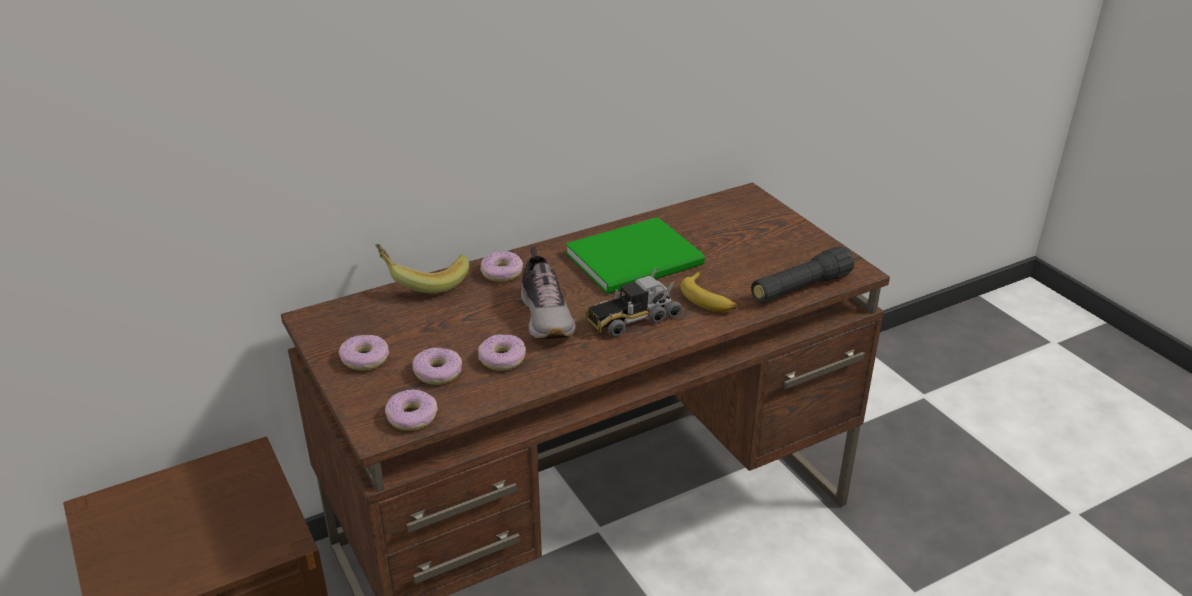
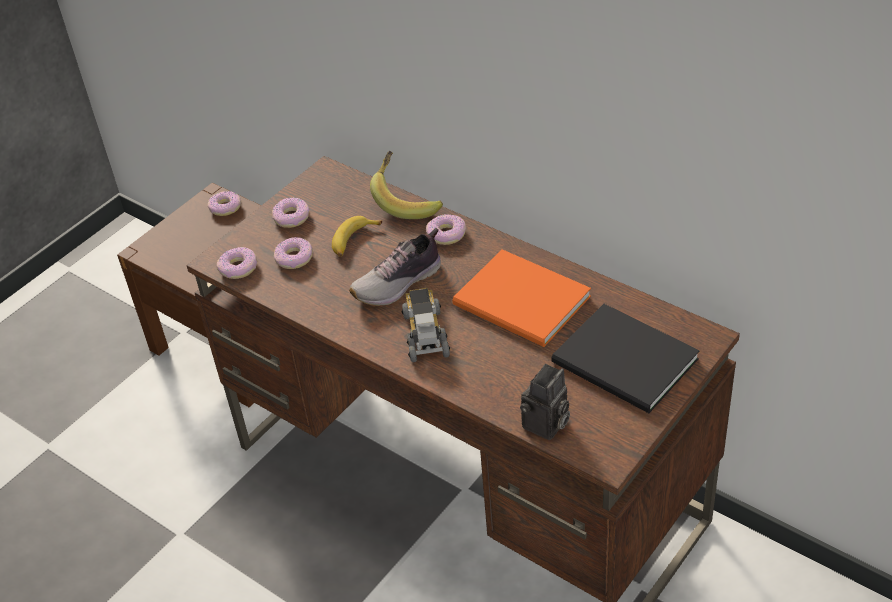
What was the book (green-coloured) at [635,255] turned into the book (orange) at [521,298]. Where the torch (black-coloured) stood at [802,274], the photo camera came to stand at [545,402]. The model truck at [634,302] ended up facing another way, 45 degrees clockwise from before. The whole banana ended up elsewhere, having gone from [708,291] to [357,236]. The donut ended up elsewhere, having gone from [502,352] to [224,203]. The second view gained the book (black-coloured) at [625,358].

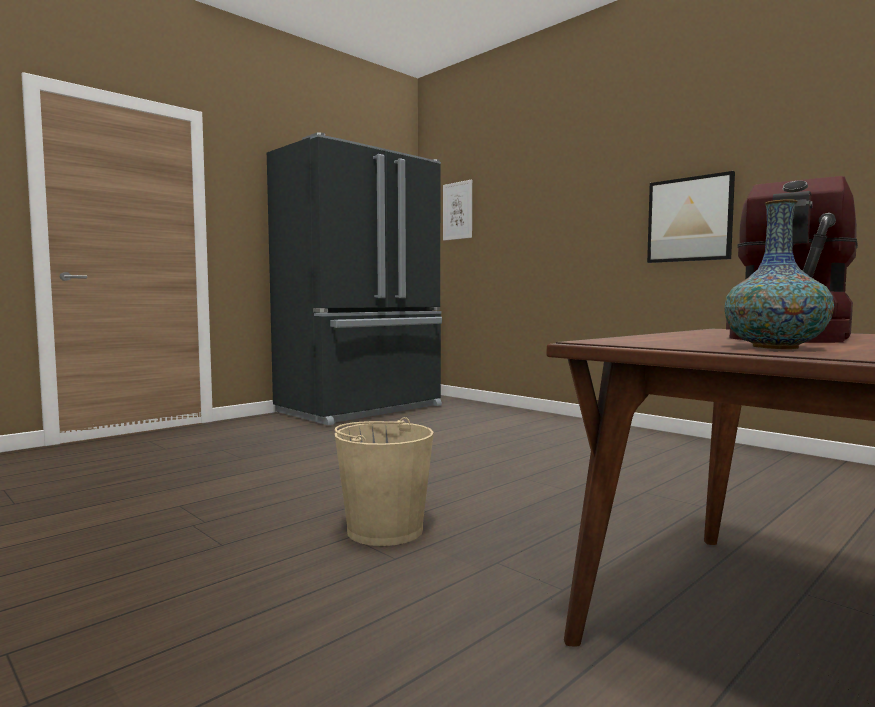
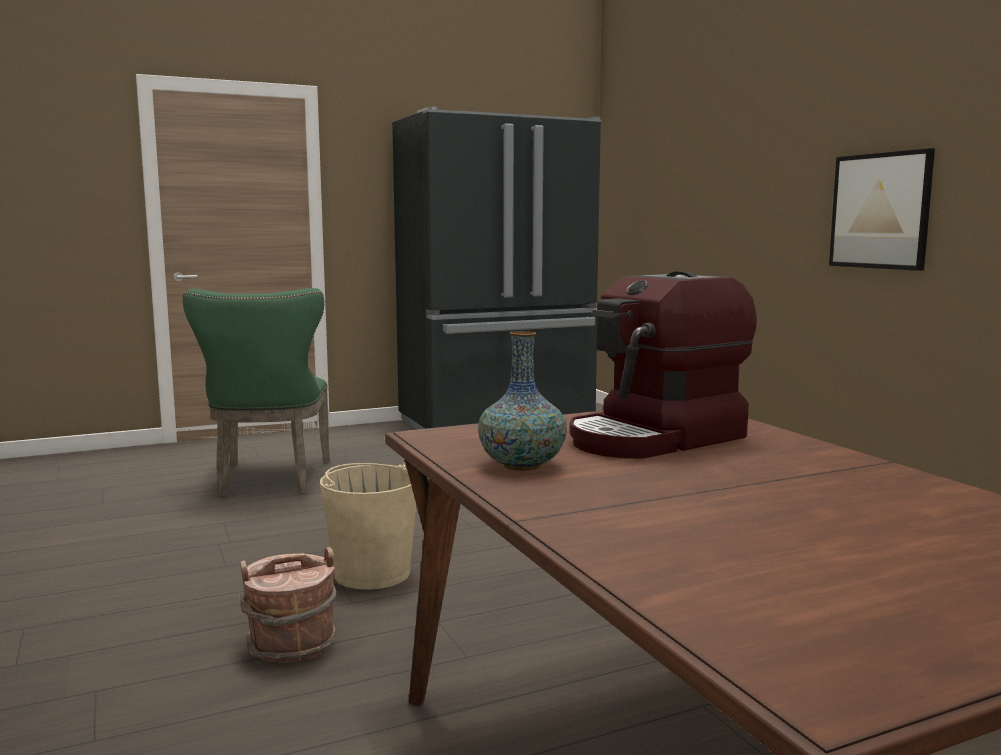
The second view lost the wall art at [457,210]. The second view gained the upright chair (green-coloured) at [256,392]. The second view gained the water bucket (brown-coloured) at [288,605].

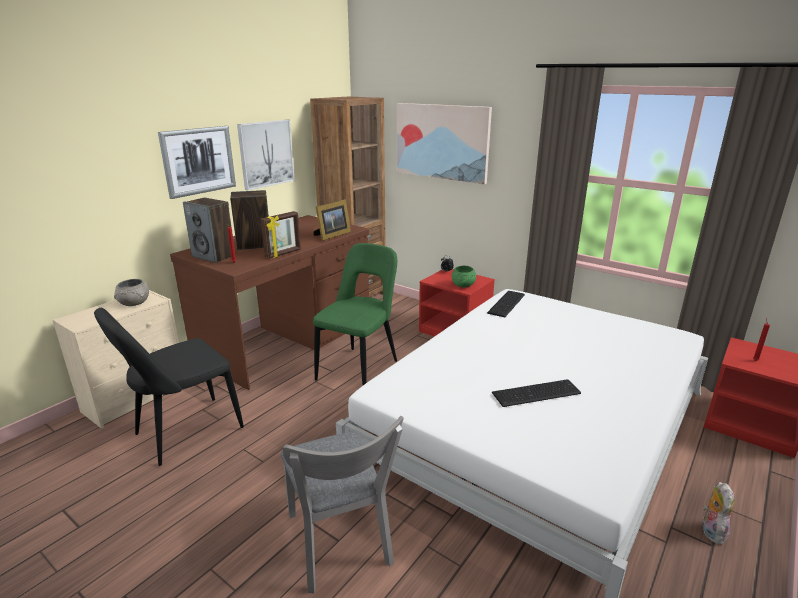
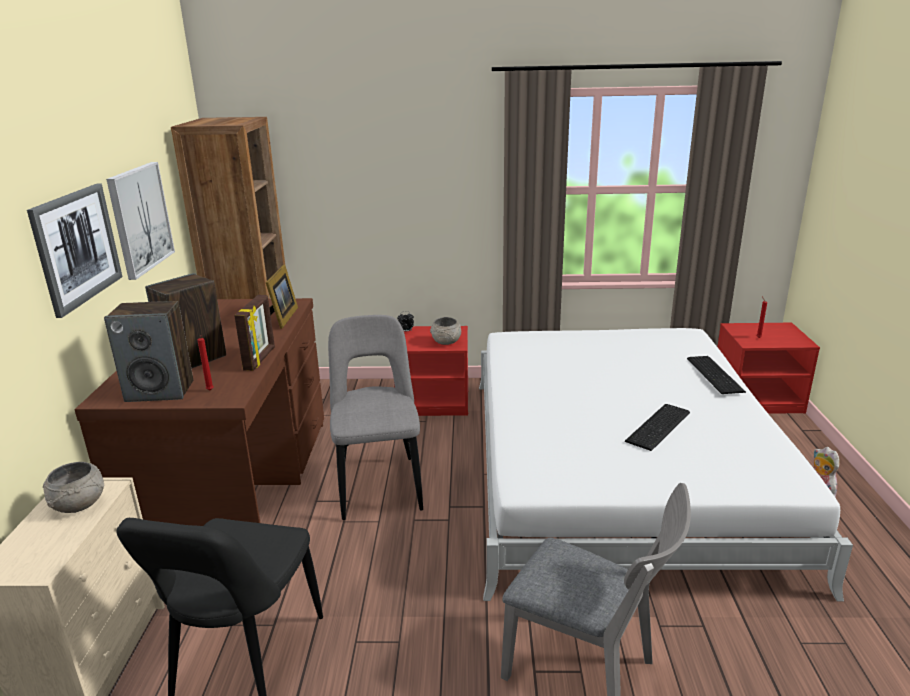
The second view lost the wall art at [444,144]. What was the upright chair (green-coloured) at [355,314] turned into the upright chair (gray) at [375,417]. What was the deep dish (green-coloured) at [464,276] turned into the deep dish (gray) at [445,331]. The PC keyboard ended up elsewhere, having gone from [506,304] to [716,375].

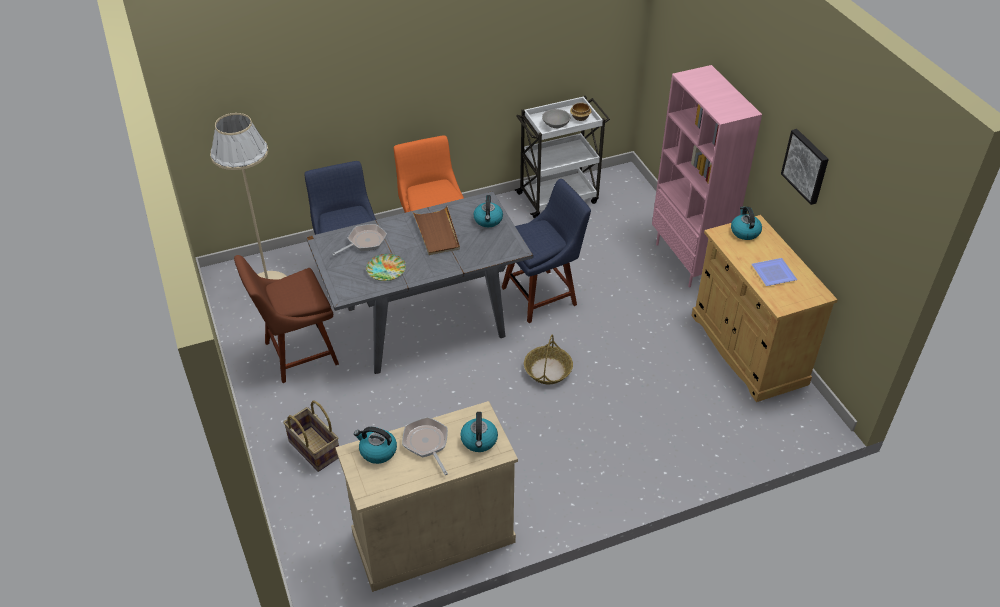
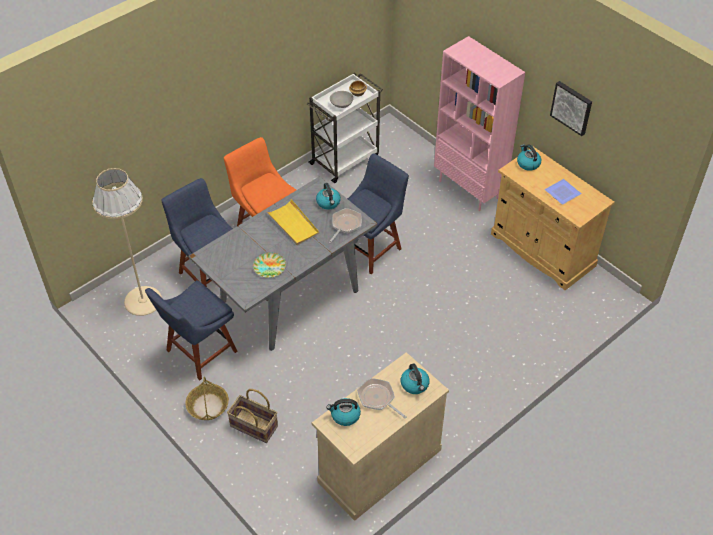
What was the serving tray (brown-coloured) at [436,230] turned into the serving tray (yellowish) at [292,222]. The frying pan ended up elsewhere, having gone from [359,240] to [345,225]. What was the upright chair (brown-coloured) at [286,319] turned into the upright chair (blue-coloured) at [191,330]. The storage basket ended up elsewhere, having gone from [548,359] to [207,398].

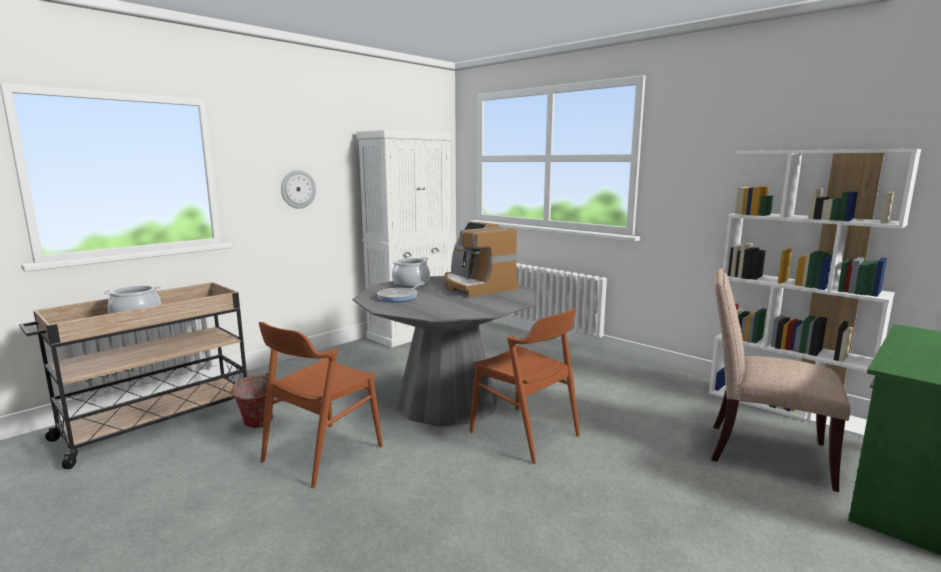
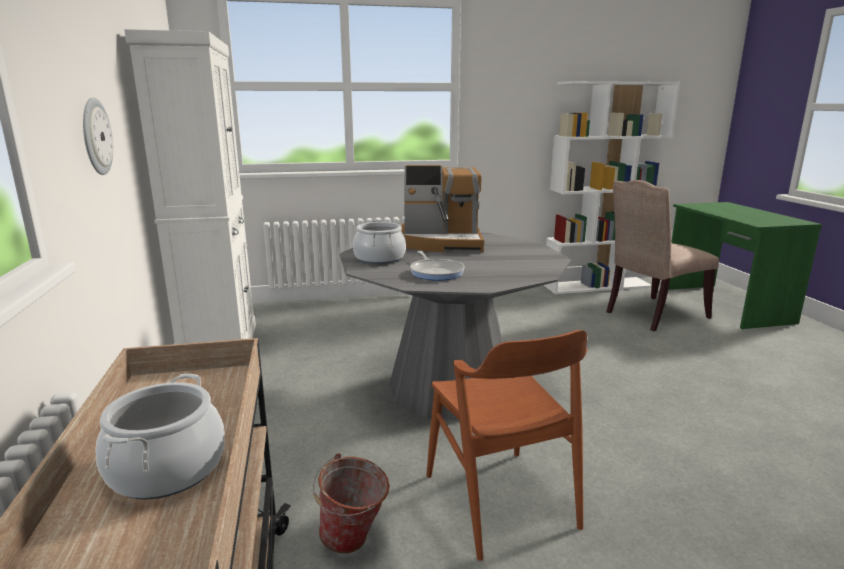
The second view lost the upright chair (brown-coloured) at [525,386].

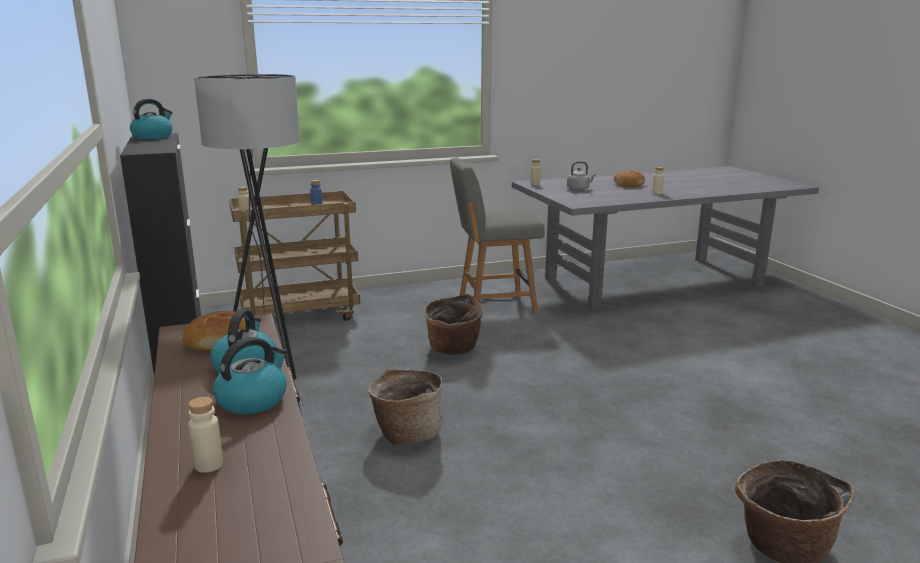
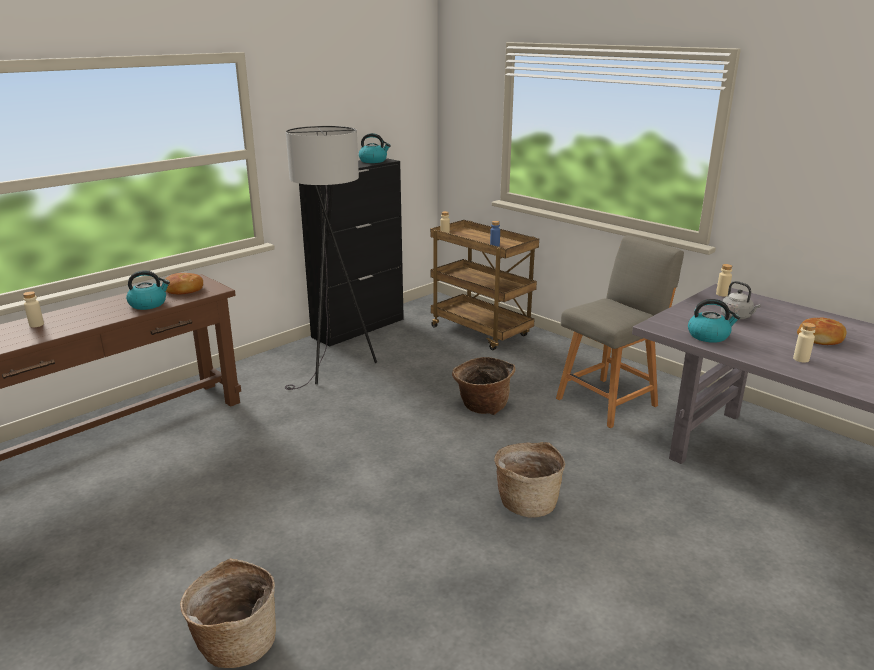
The upright chair (gray) at [497,236] ended up facing another way, 90 degrees clockwise from before. The water kettle ended up elsewhere, having gone from [250,375] to [714,321]. The storage basket ended up elsewhere, having gone from [405,407] to [529,480].

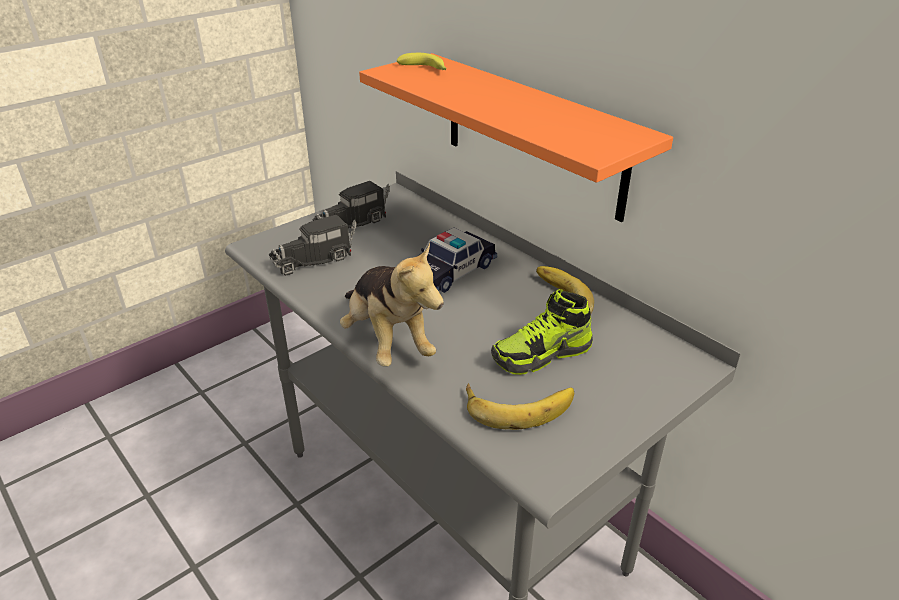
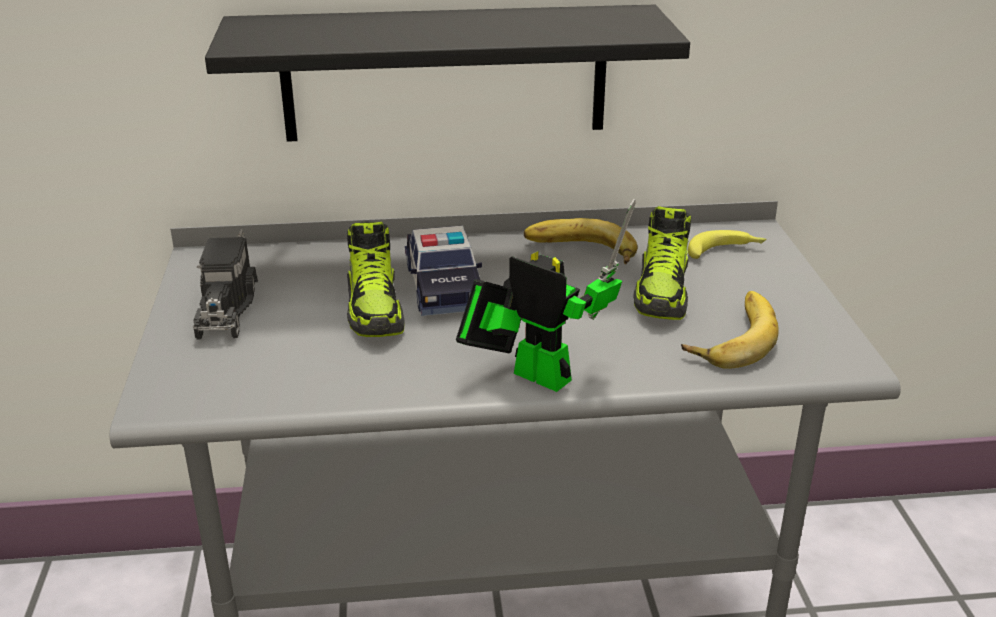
What was the bracket shelf (orange) at [516,137] turned into the bracket shelf (black-coloured) at [447,73]. The whole banana ended up elsewhere, having gone from [422,61] to [727,244]. The second view lost the model truck at [313,245]. Where the plush toy stood at [392,304], the robot figure came to stand at [546,295]. The second view gained the shoe at [375,279].

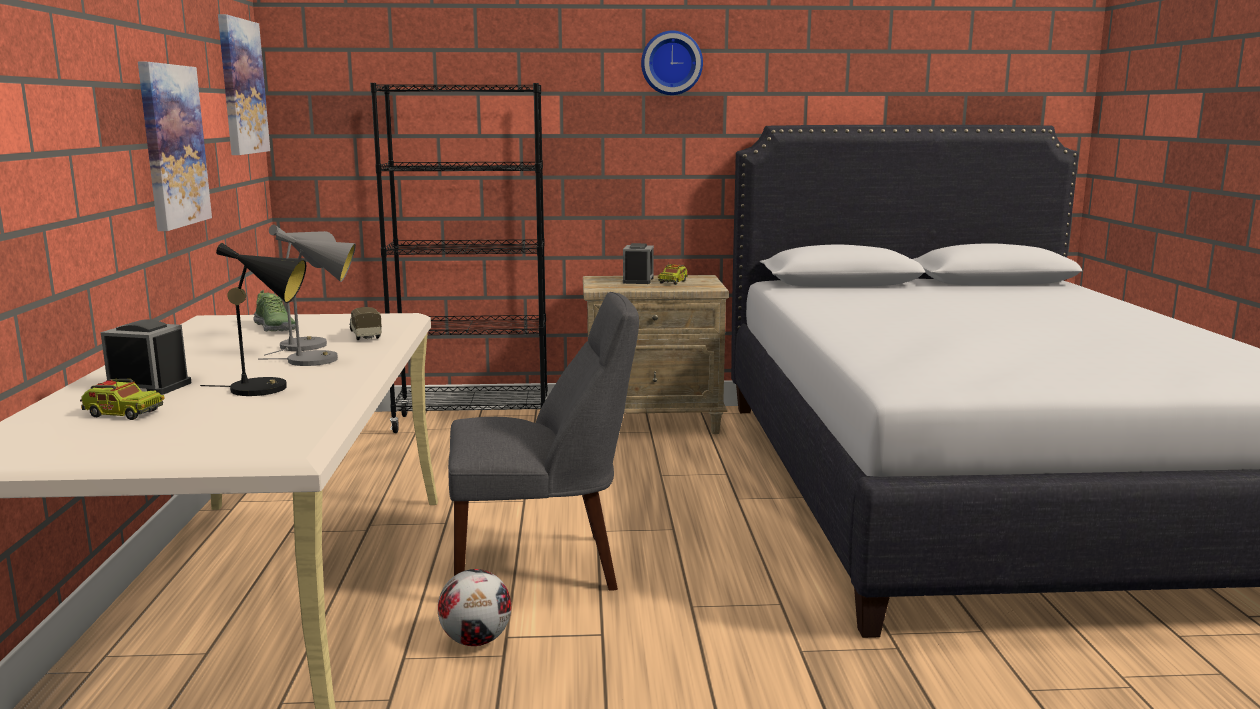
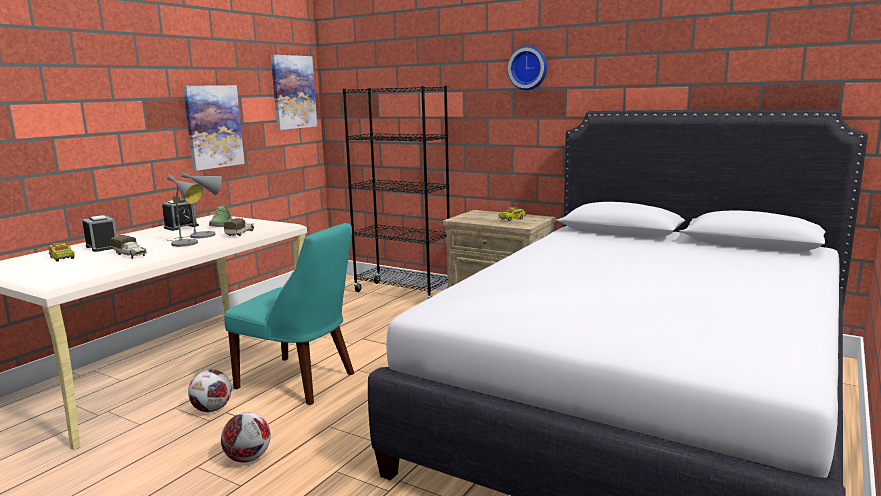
Where the table lamp (black-coloured) stood at [253,319], the model truck came to stand at [129,247]. The table clock ended up elsewhere, having gone from [638,263] to [180,215]. What was the upright chair (gray) at [543,441] turned into the upright chair (blue-green) at [289,314]. The second view gained the ball for football at [246,437].

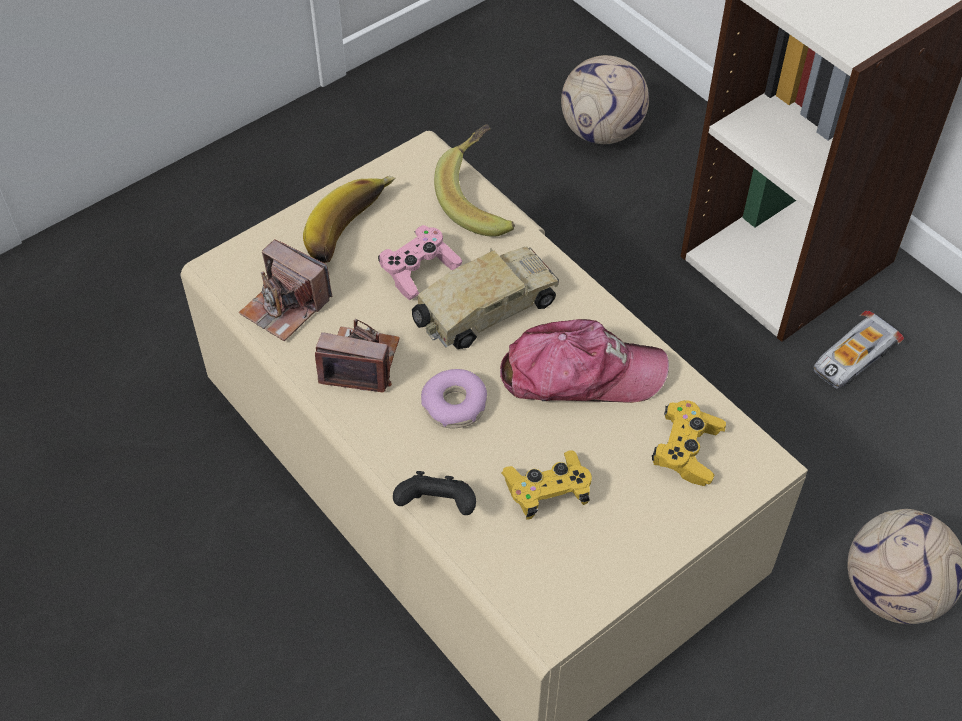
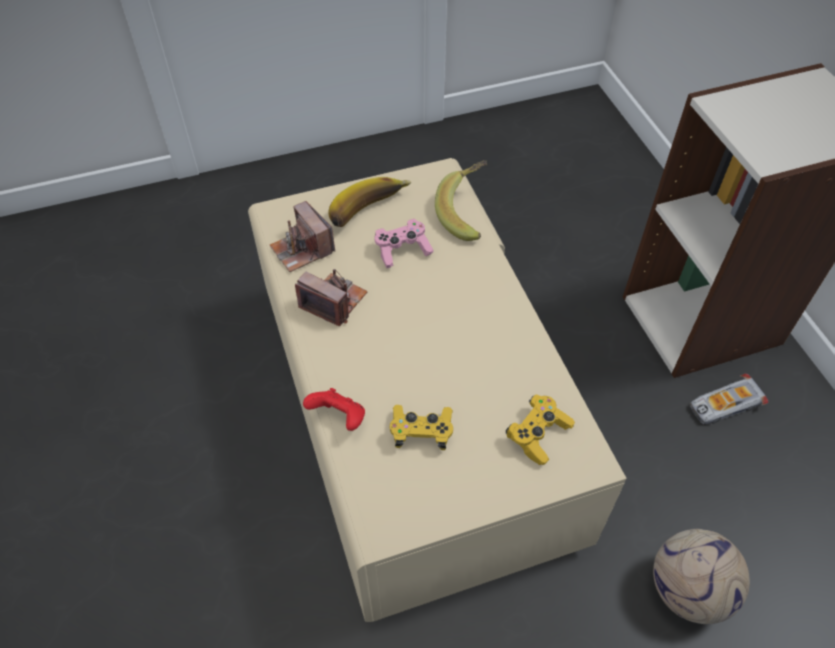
The second view lost the ball for football at [605,99]. The second view lost the model truck at [485,297]. The second view lost the peaked cap at [584,361]. The second view lost the donut at [454,399]. What was the gamepad (black-coloured) at [434,493] turned into the gamepad (red) at [334,409].

